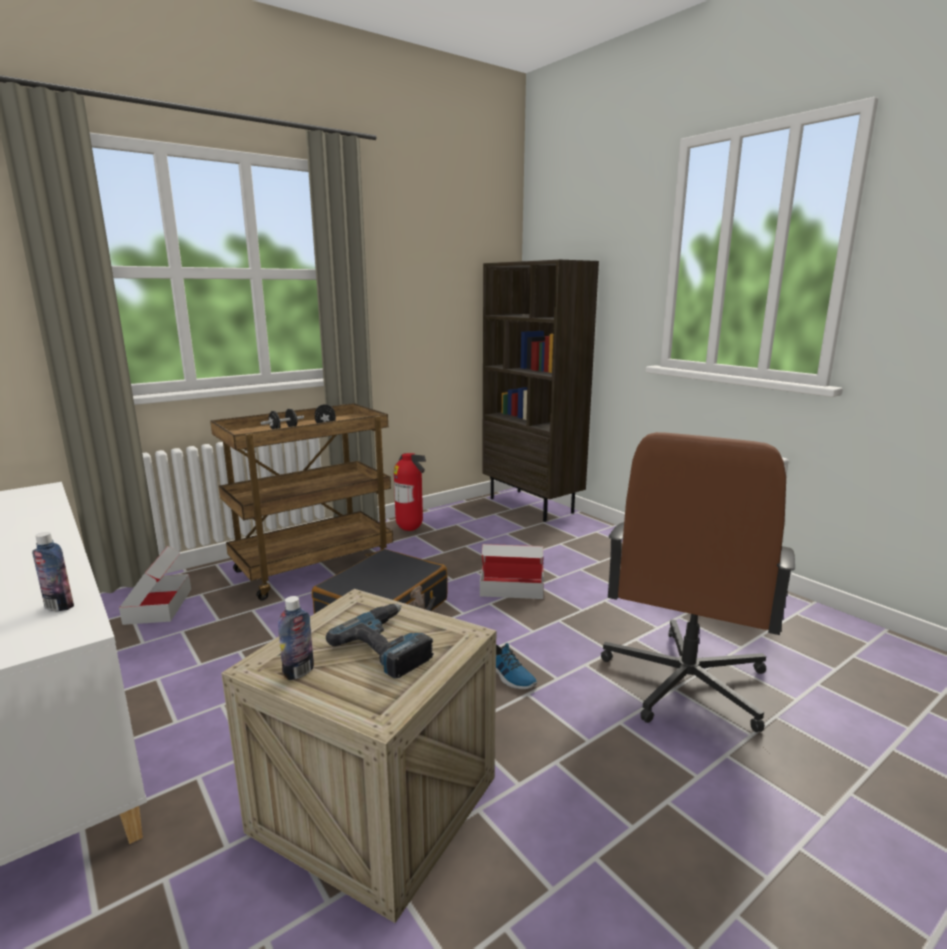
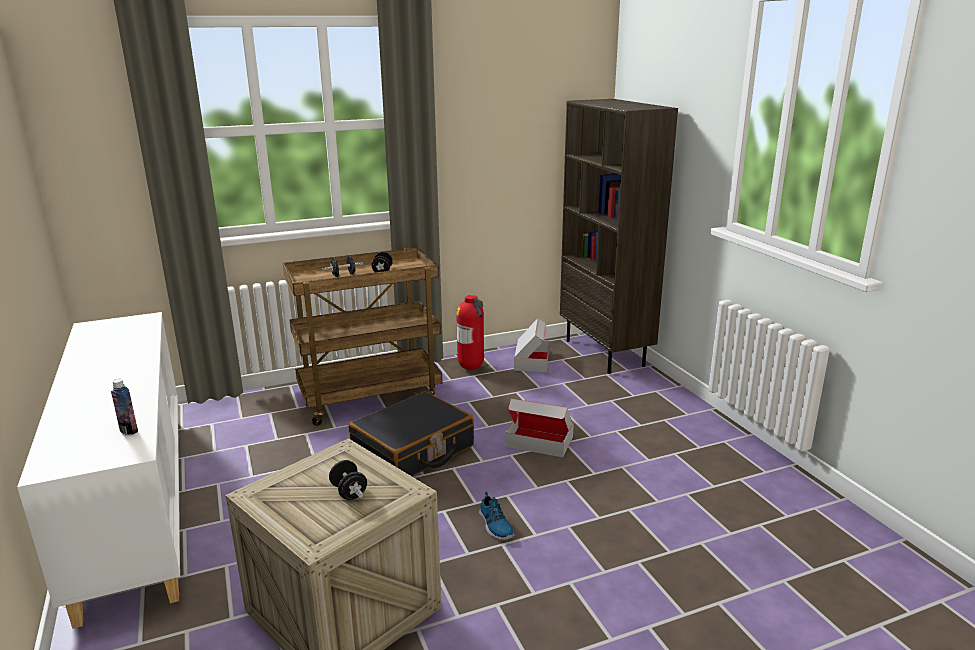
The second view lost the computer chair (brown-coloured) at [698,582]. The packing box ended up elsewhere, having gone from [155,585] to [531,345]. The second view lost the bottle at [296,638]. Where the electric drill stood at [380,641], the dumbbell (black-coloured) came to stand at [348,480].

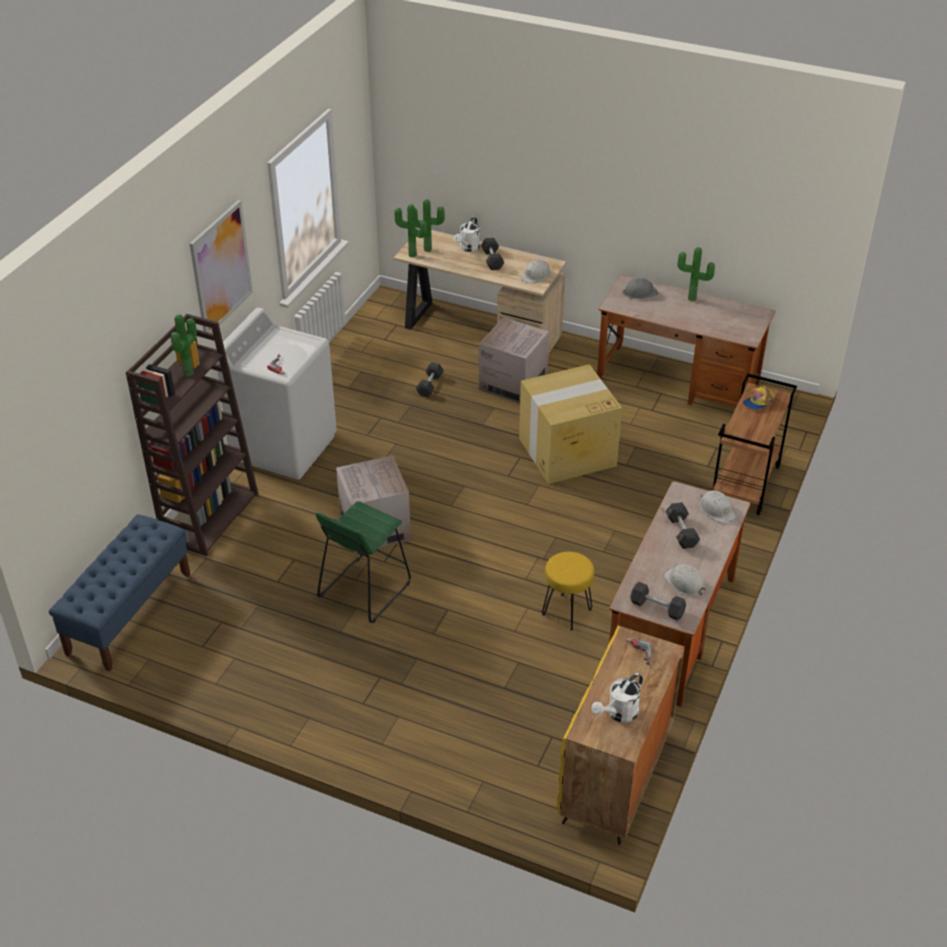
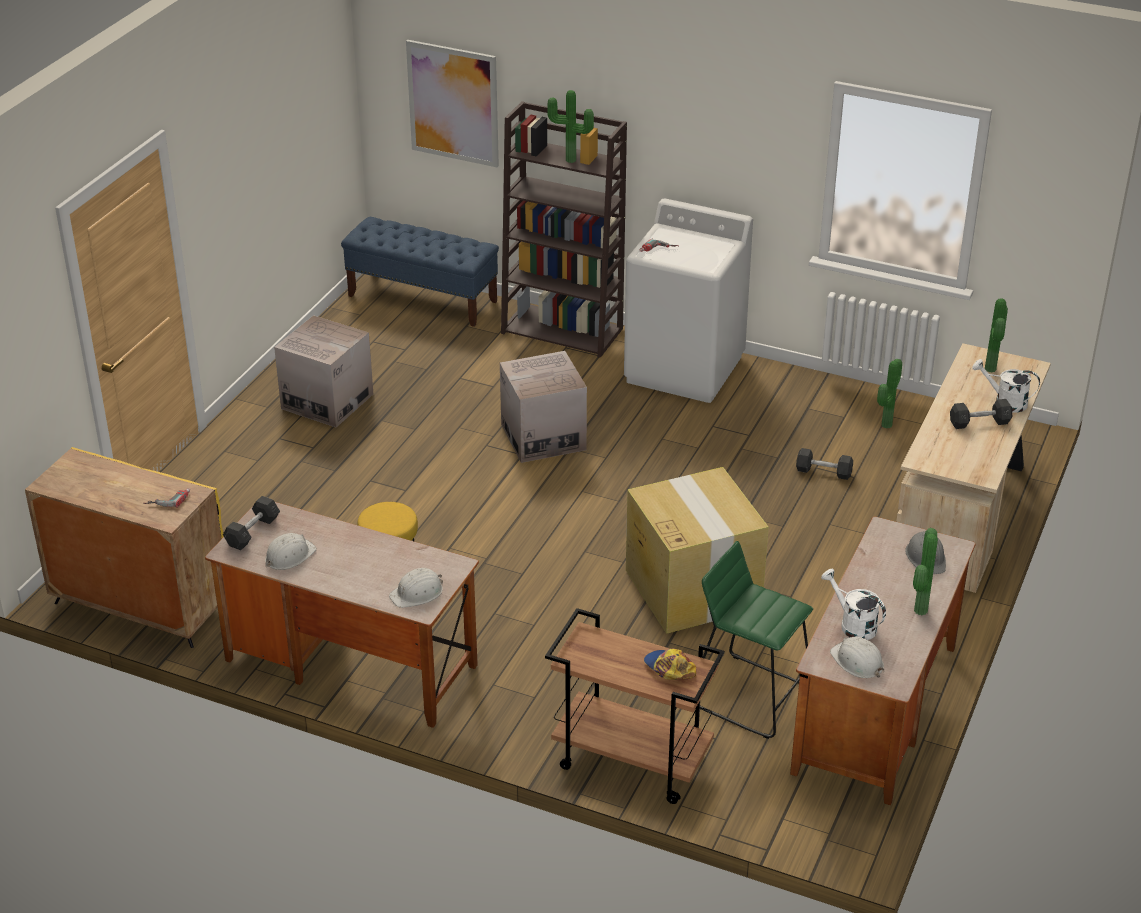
The wall art ended up elsewhere, having gone from [221,267] to [452,103]. The potted plant ended up elsewhere, having gone from [411,230] to [889,393]. The work helmet (white-coloured) ended up elsewhere, having gone from [535,271] to [857,657]. The packing box ended up elsewhere, having gone from [514,360] to [323,371]. The stool seat (green-coloured) ended up elsewhere, having gone from [363,562] to [756,640]. The second view lost the dumbbell (gray) at [683,525]. The watering can (white-coloured) ended up elsewhere, having gone from [617,698] to [853,604].

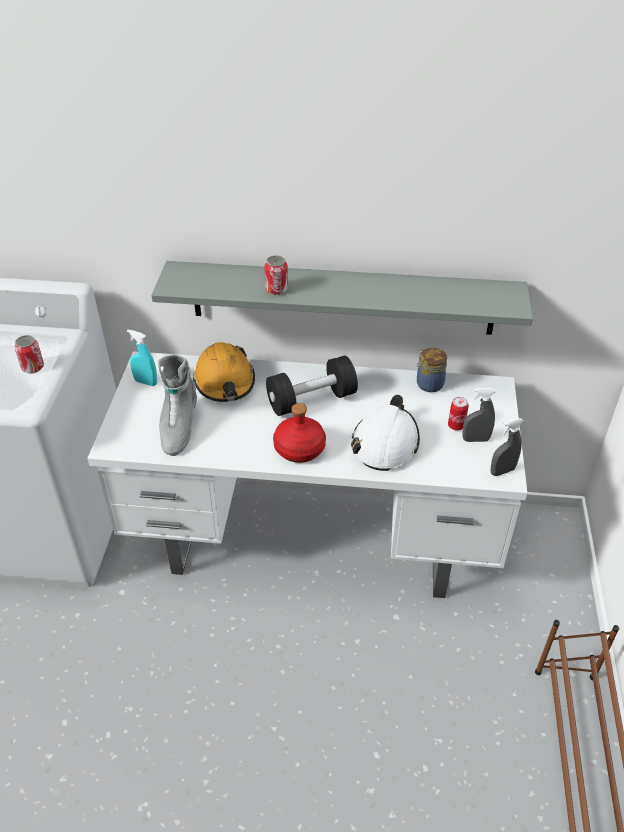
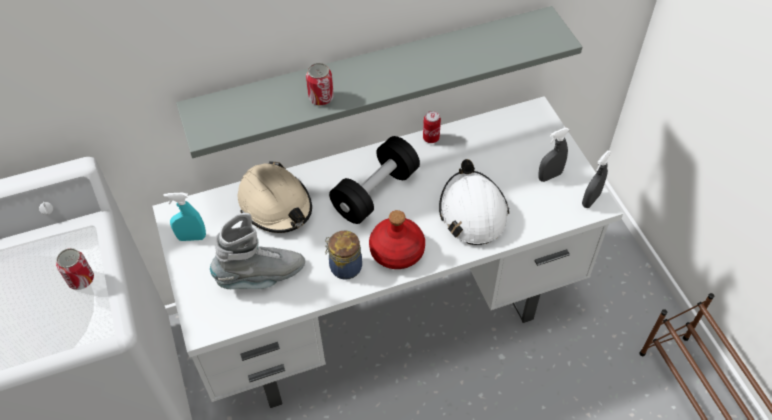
What was the work helmet (orange) at [224,372] turned into the work helmet (beige) at [275,197]. The preserve jar ended up elsewhere, having gone from [432,370] to [343,255]. The tall boot (gray) at [177,405] ended up facing another way, 90 degrees counterclockwise from before. The metal can ended up elsewhere, having gone from [458,413] to [432,127].

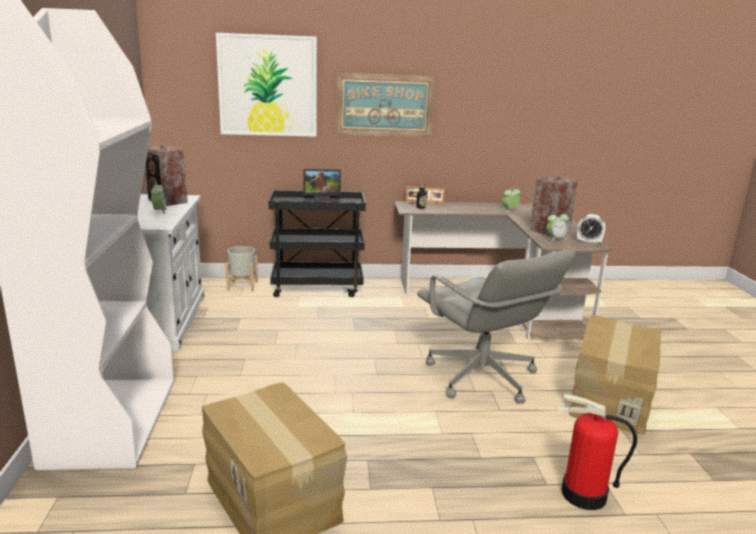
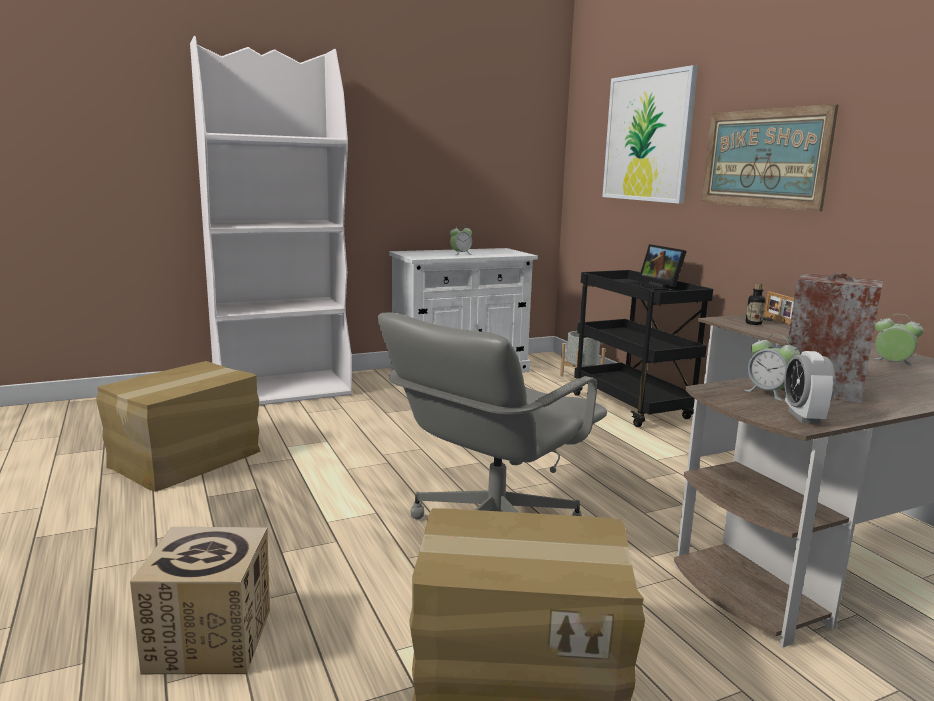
The second view lost the speaker at [166,175]. Where the fire-fighting cylinder stood at [596,452], the packing box came to stand at [200,600].

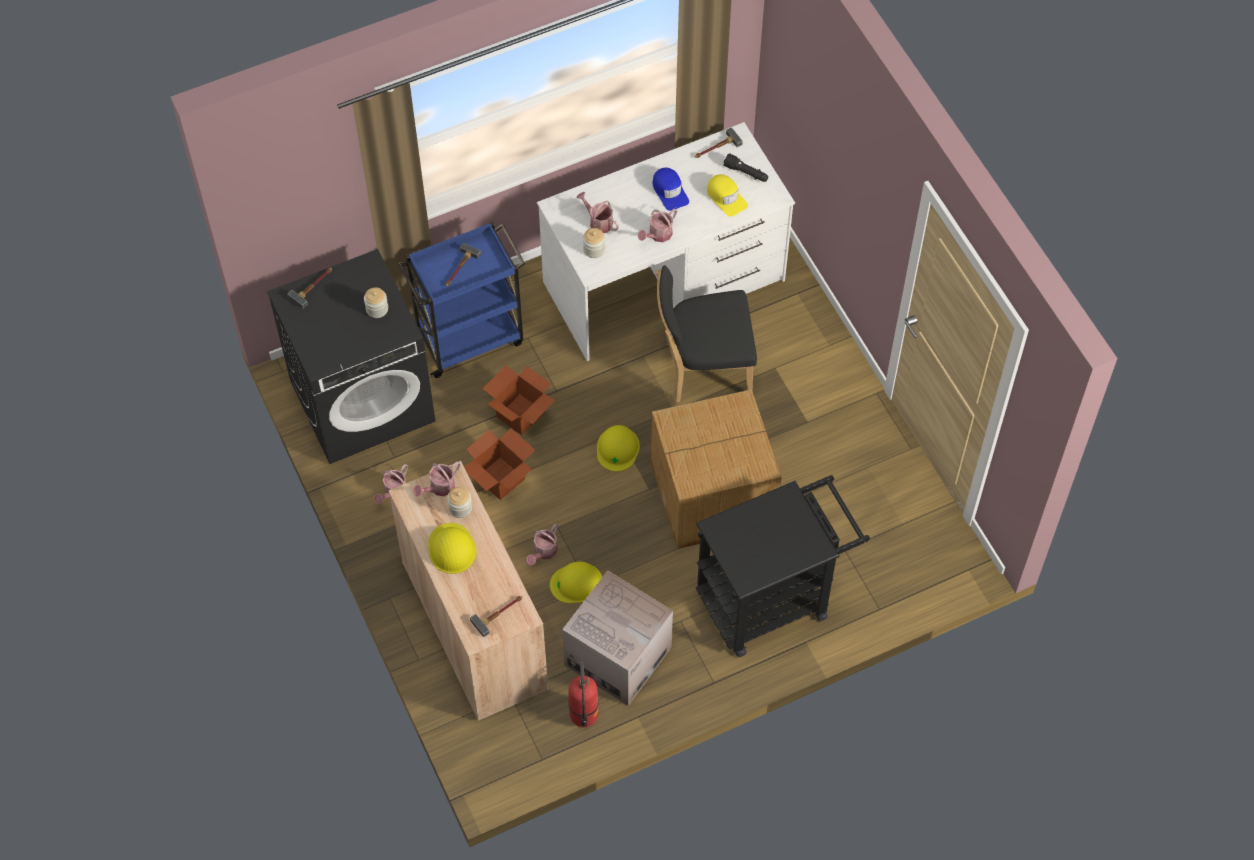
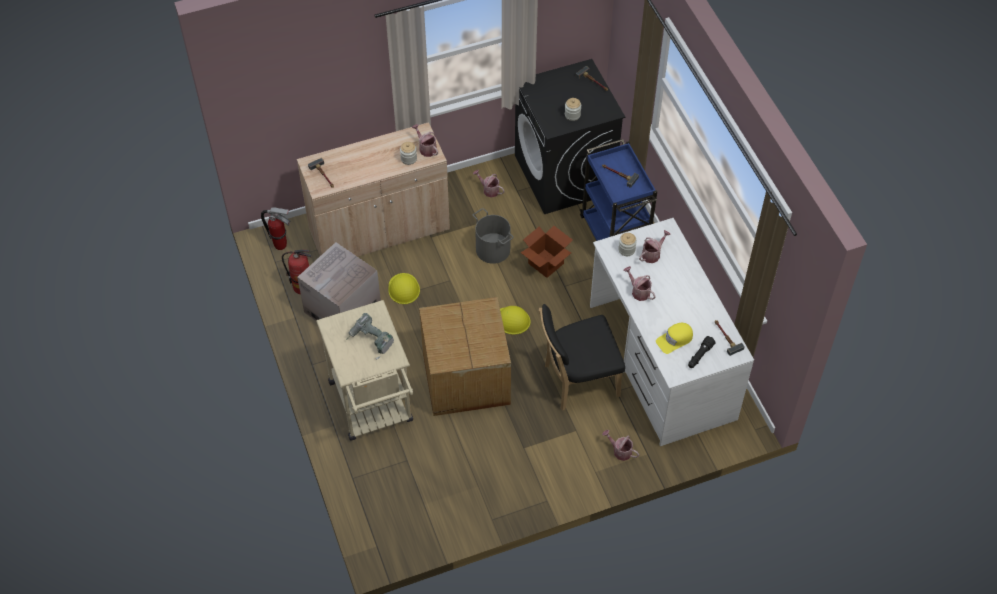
The second view lost the peaked cap (blue-coloured) at [670,189]. The upright chair (black-coloured) at [707,334] ended up facing another way, 105 degrees counterclockwise from before. Where the packing box stood at [499,464], the water bucket (gray) came to stand at [493,236]. What was the wheeled cart (black-coloured) at [783,566] turned into the wheeled cart (beige) at [364,370]. The second view lost the work helmet (yellowish) at [452,548]. The watering can ended up elsewhere, having gone from [542,544] to [620,445]. The second view gained the fire-fighting cylinder at [276,229]. The second view gained the electric drill at [370,336].

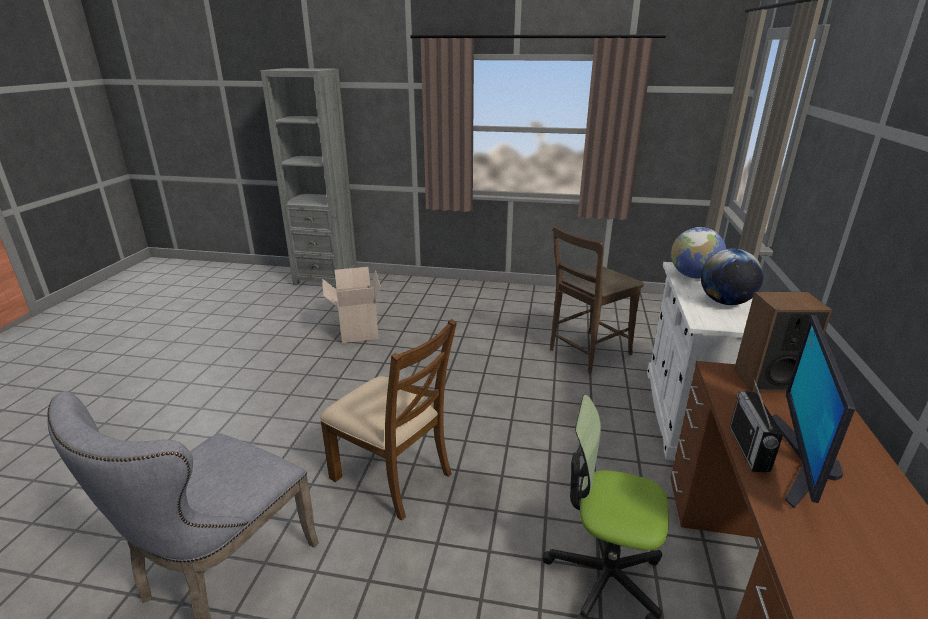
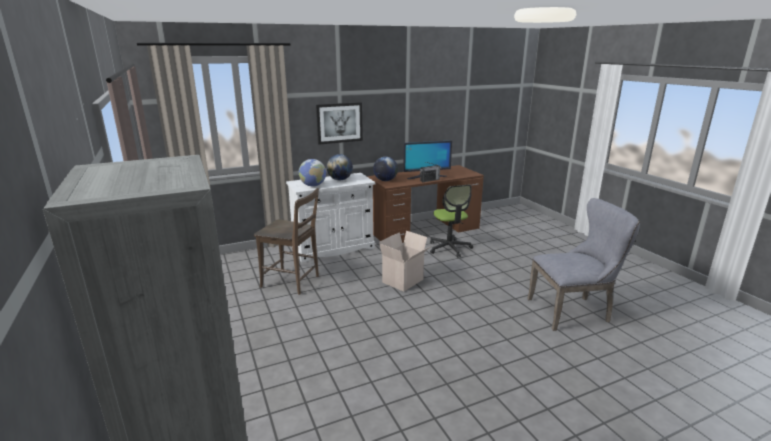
The packing box ended up elsewhere, having gone from [351,305] to [405,261]. Where the speaker stood at [783,342], the desk globe came to stand at [385,169]. The second view lost the upright chair (brown-coloured) at [388,420]. The second view gained the wall art at [339,123].

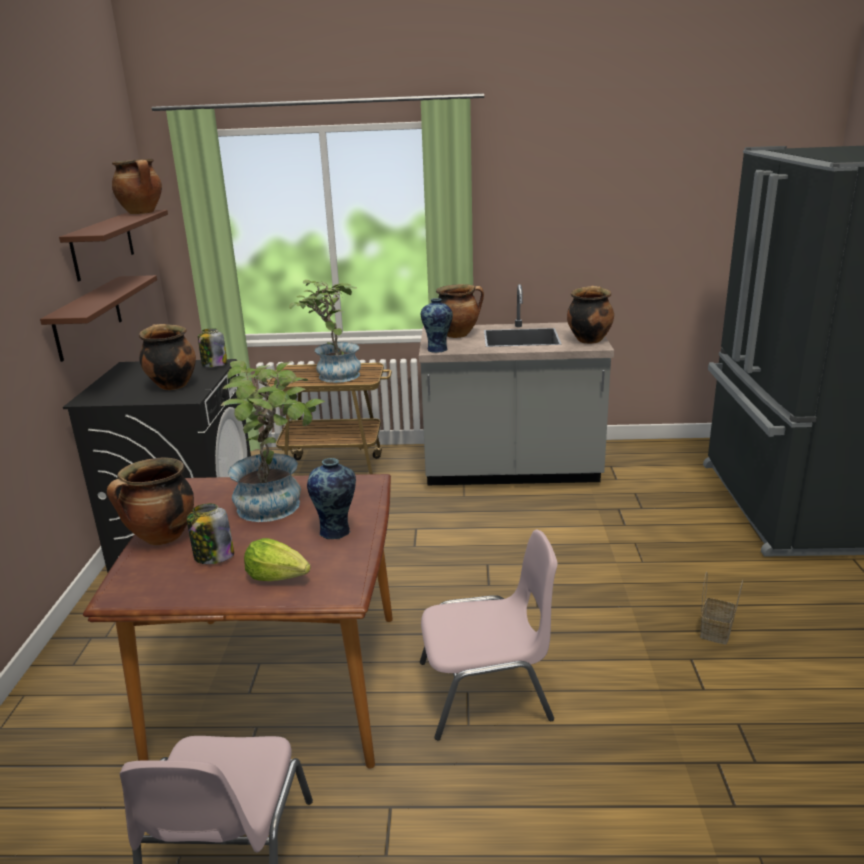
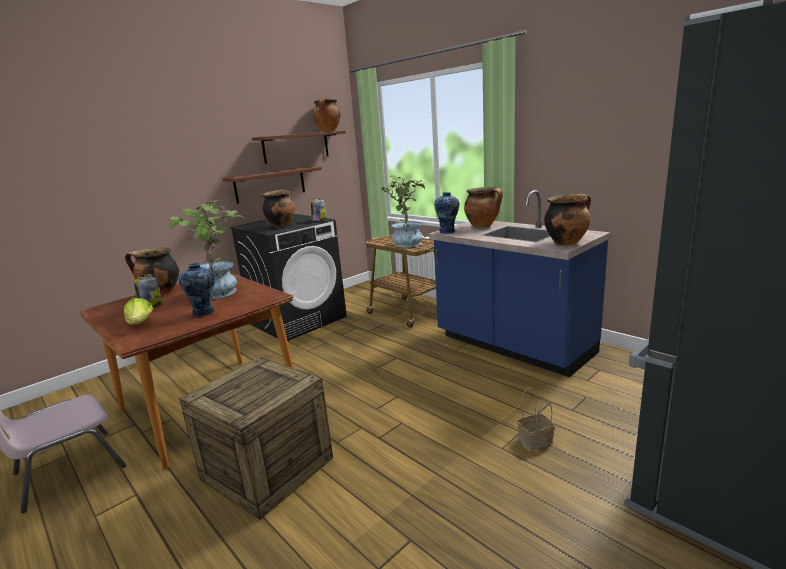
What was the kitchen base unit (gray) at [516,384] turned into the kitchen base unit (blue-coloured) at [519,283]. Where the upright chair (pinkish) stood at [489,634], the shipping crate came to stand at [256,438]. The storage basket ended up elsewhere, having gone from [721,608] to [536,418].

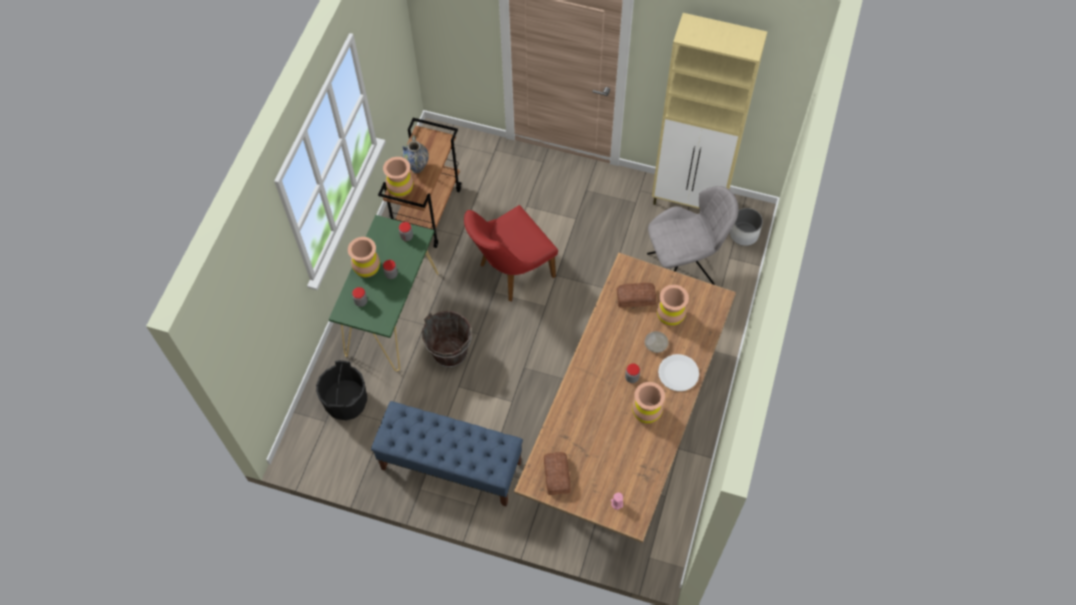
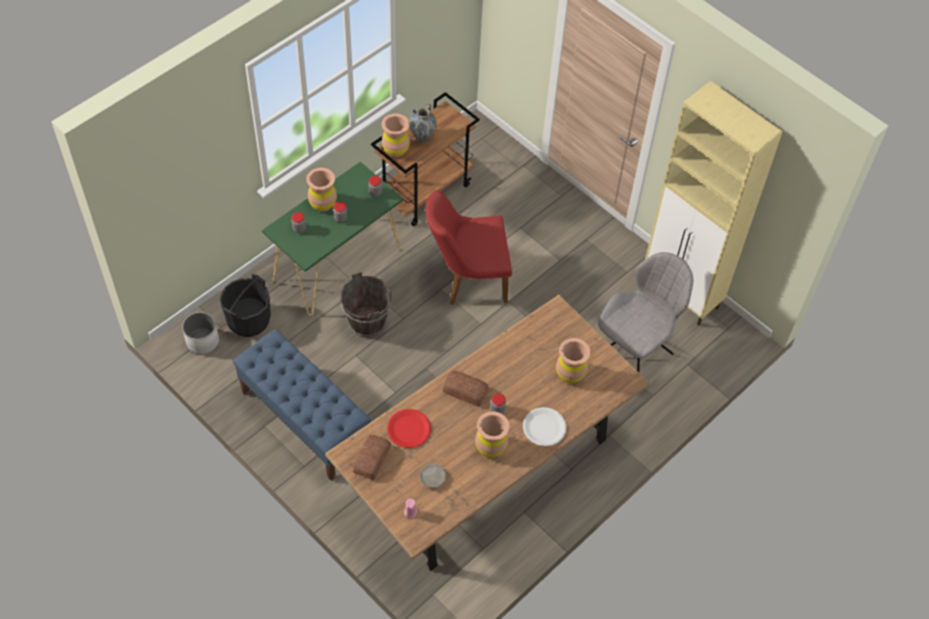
The upright chair (gray) at [693,235] ended up facing another way, 60 degrees counterclockwise from before. The flower pot (white-coloured) ended up elsewhere, having gone from [746,227] to [200,333]. The bread ended up elsewhere, having gone from [636,295] to [466,389]. The dinner plate (beige) ended up elsewhere, having gone from [656,342] to [433,476]. The second view gained the dinner plate (red) at [409,428].

